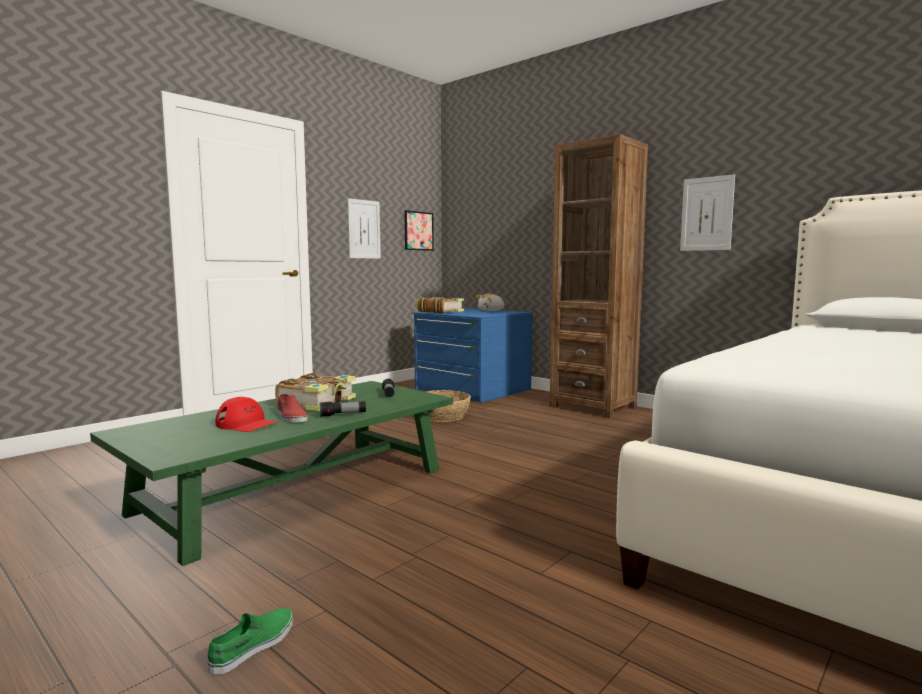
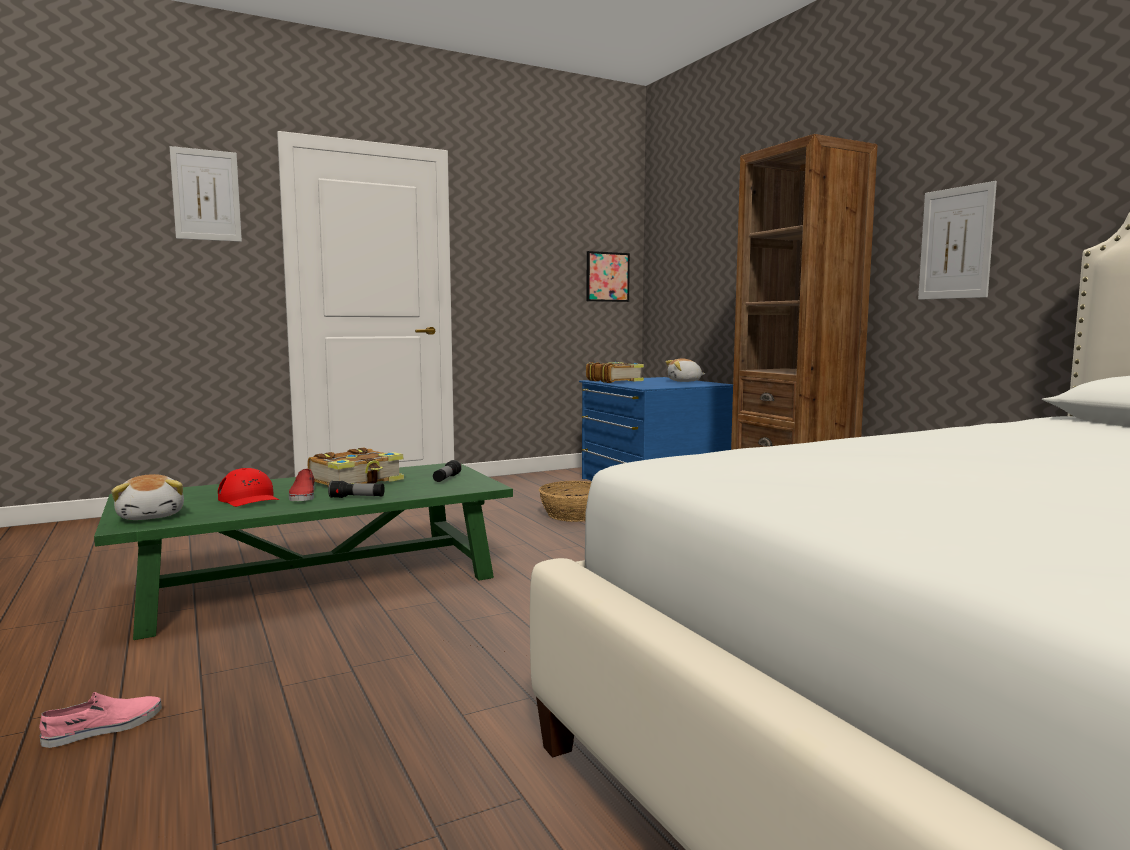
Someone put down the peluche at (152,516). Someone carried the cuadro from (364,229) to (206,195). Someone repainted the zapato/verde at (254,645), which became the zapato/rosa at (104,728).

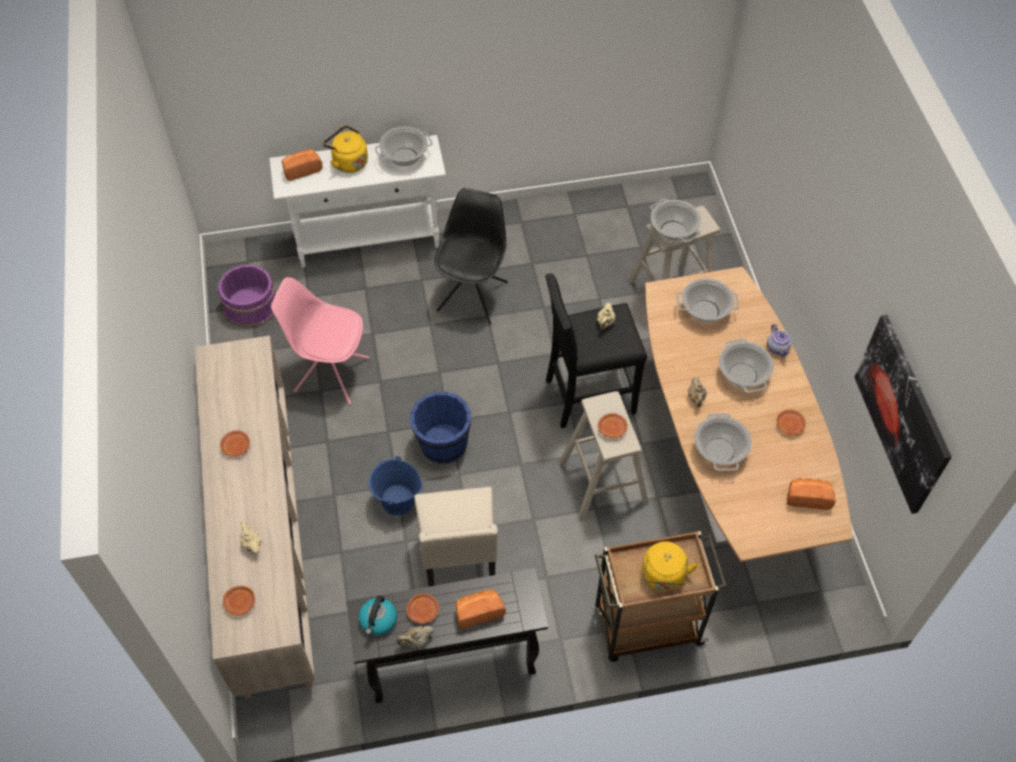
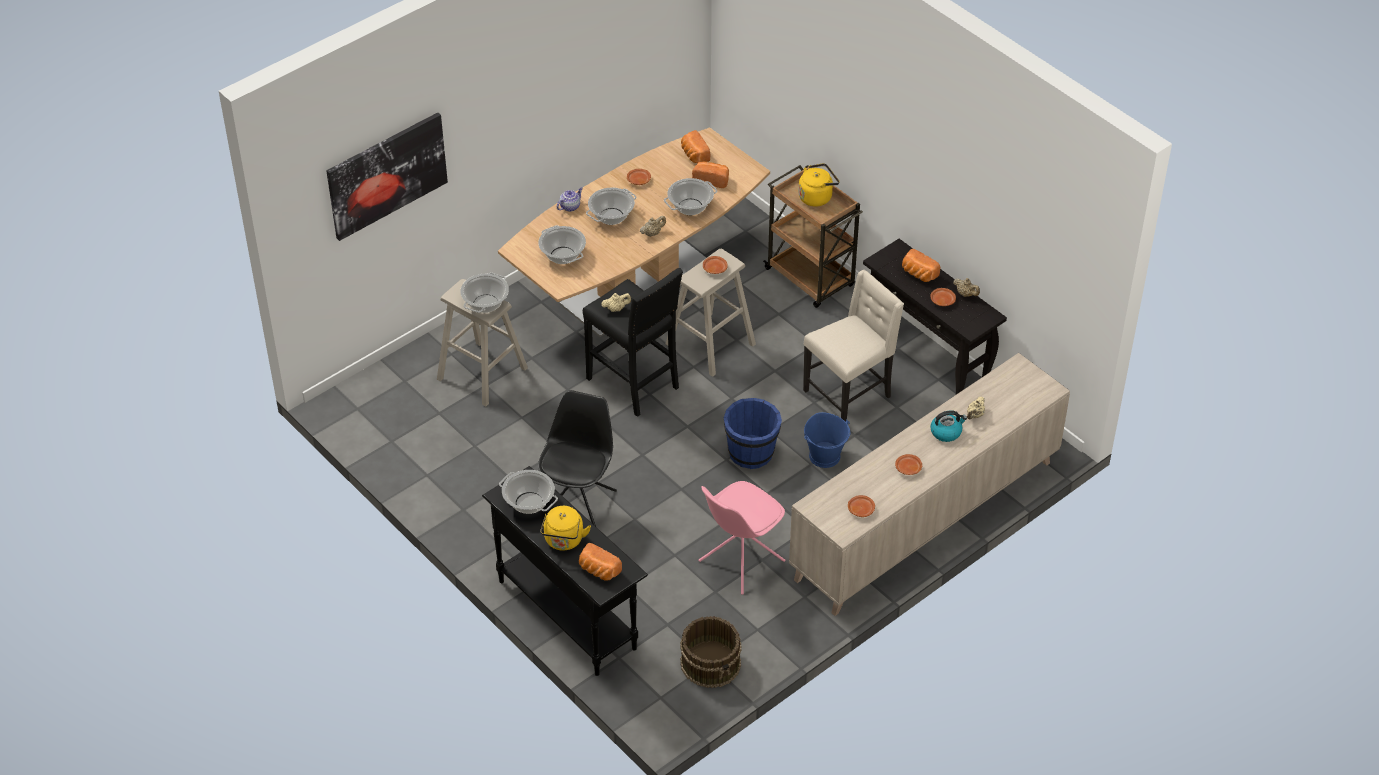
Someone put down the pan at (712,180). Someone carried the plato/marrón from (240,603) to (861,509). Someone carried the hervidor from (378,620) to (946,432). Someone carried the cuadro from (902,413) to (387,175). Someone repainted the cubo/morado at (251,306), which became the cubo/marrón at (711,663). Someone repainted the mesa consola/blanco at (368,241), which became the mesa consola/negro at (567,614). Someone rotated the silla/rosa at (330,374) by 60 degrees clockwise. Someone rotated the silla/negro at (473,295) by 120 degrees clockwise.

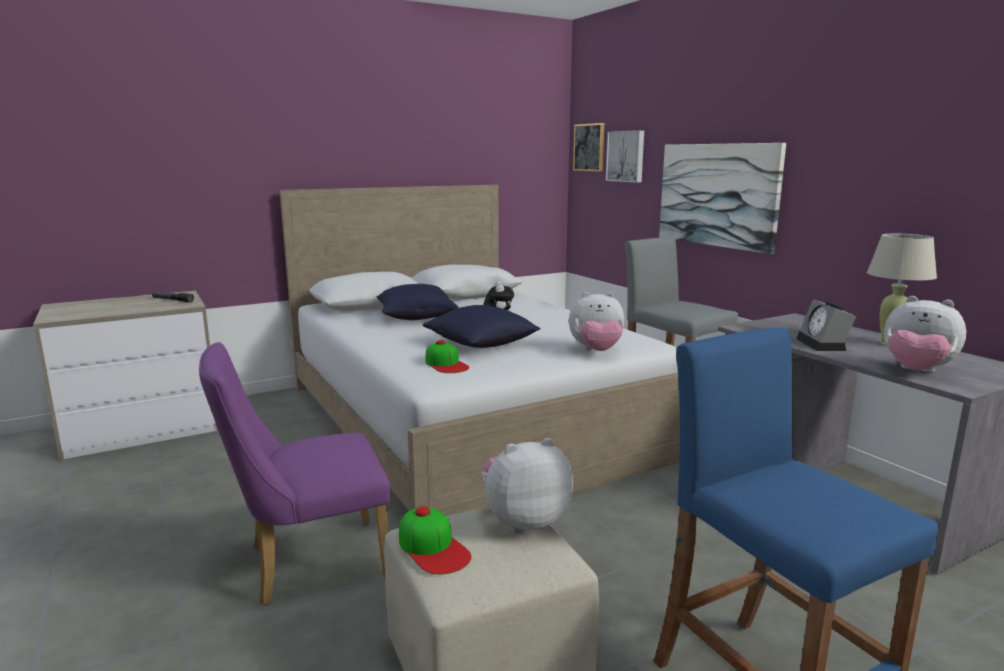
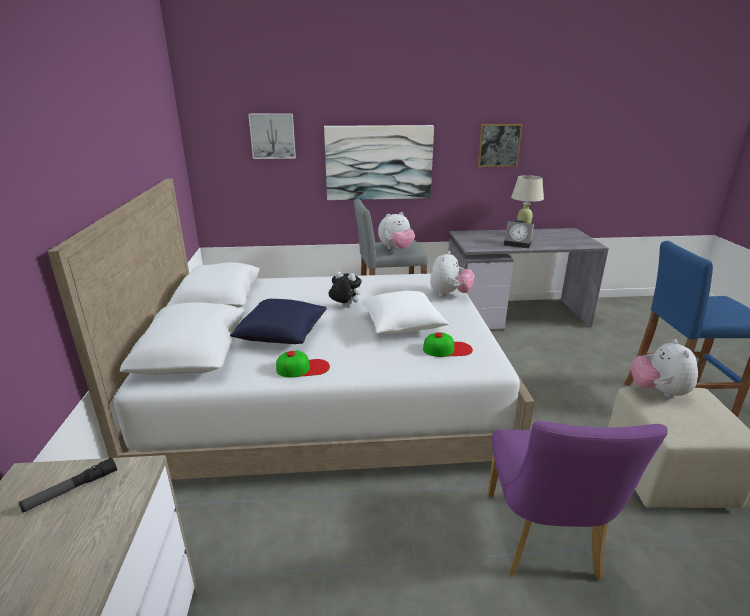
Someone carried the gorra from (433,548) to (303,368). Someone carried the cuadro from (589,147) to (499,145). Someone carried the peluche from (916,371) to (396,249). Someone repainted the cojín/azul at (481,345), which became the cojín/blanco at (403,326).

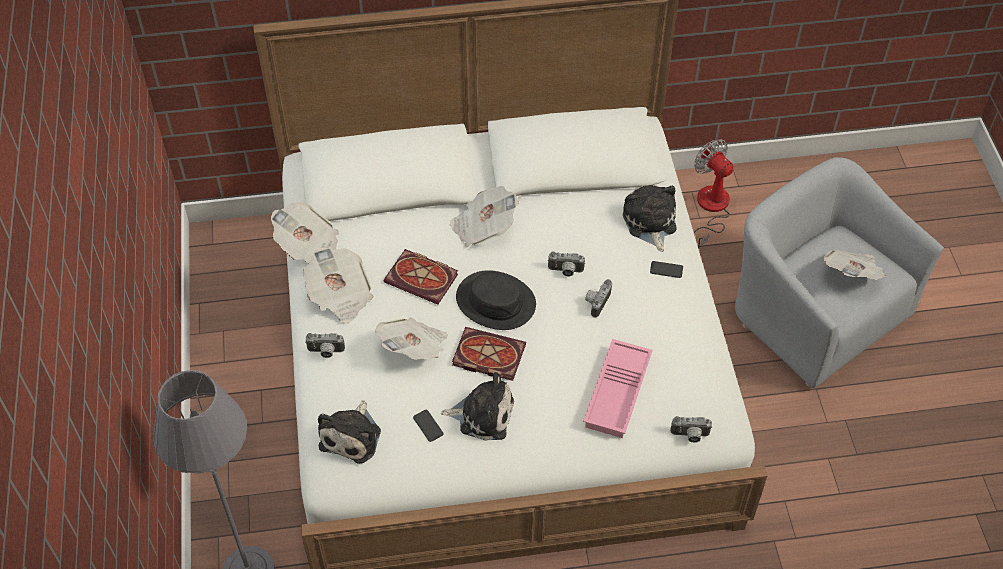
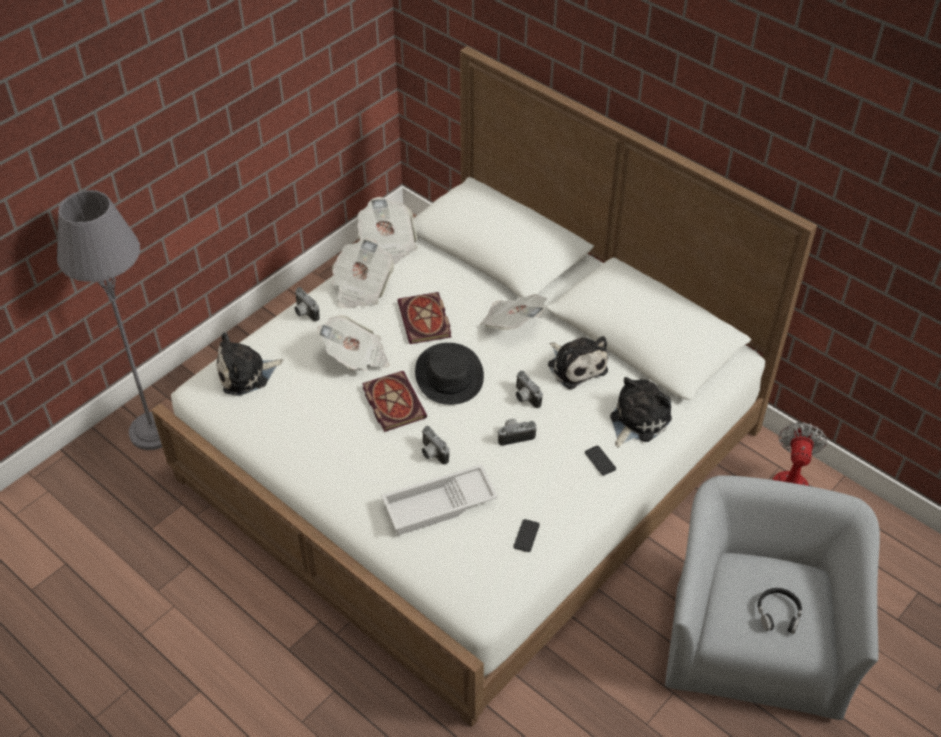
Someone carried the móvil from (428,426) to (526,536). Someone carried the peluche from (483,414) to (575,366). Someone carried the cámara from (690,436) to (431,454). Someone swapped the periódico at (852,274) for the auriculares/negro at (778,614). Someone repainted the bandeja/rosa at (618,393), which became the bandeja/blanco at (439,506).

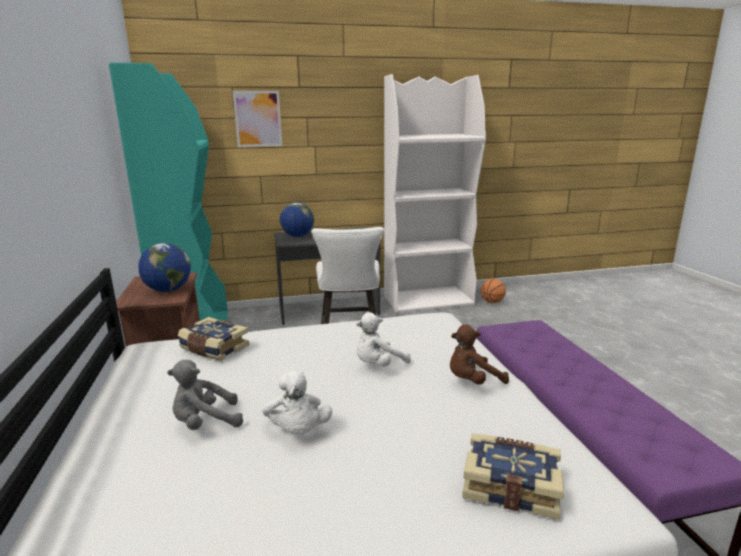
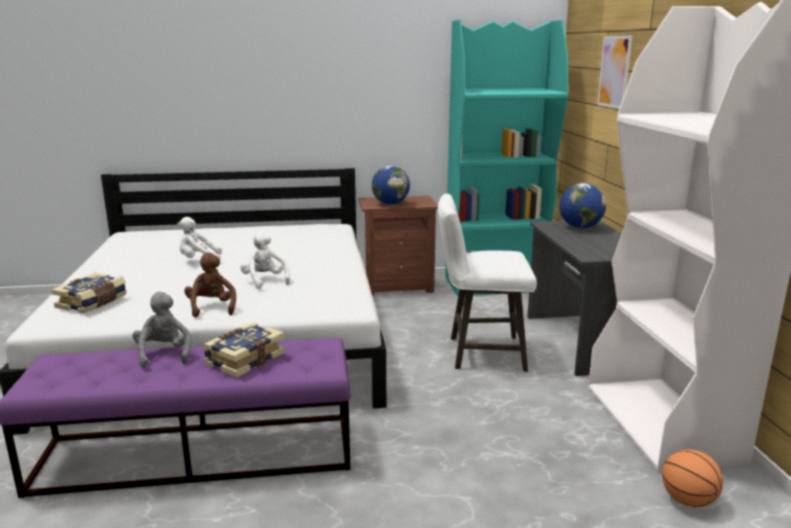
Someone carried the peluche/gris from (205,423) to (164,354). Someone carried the libro from (213,349) to (244,359).

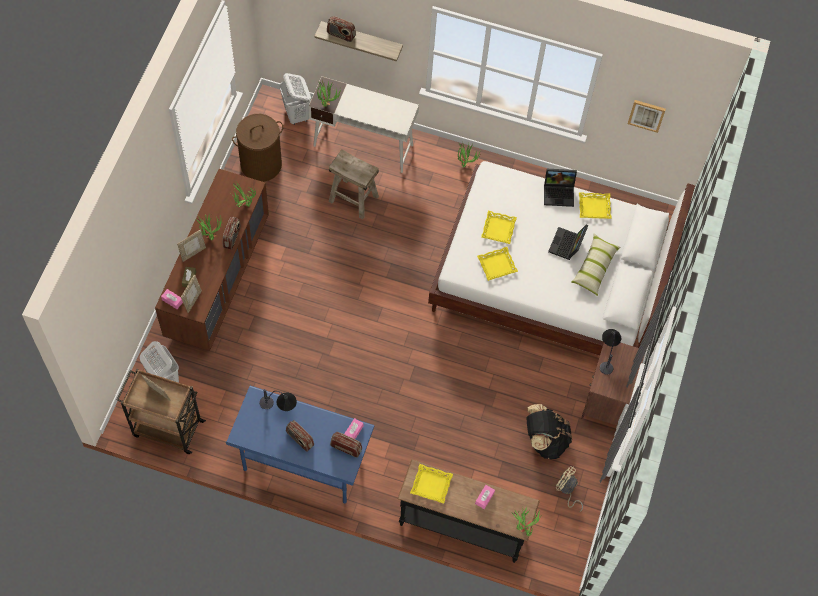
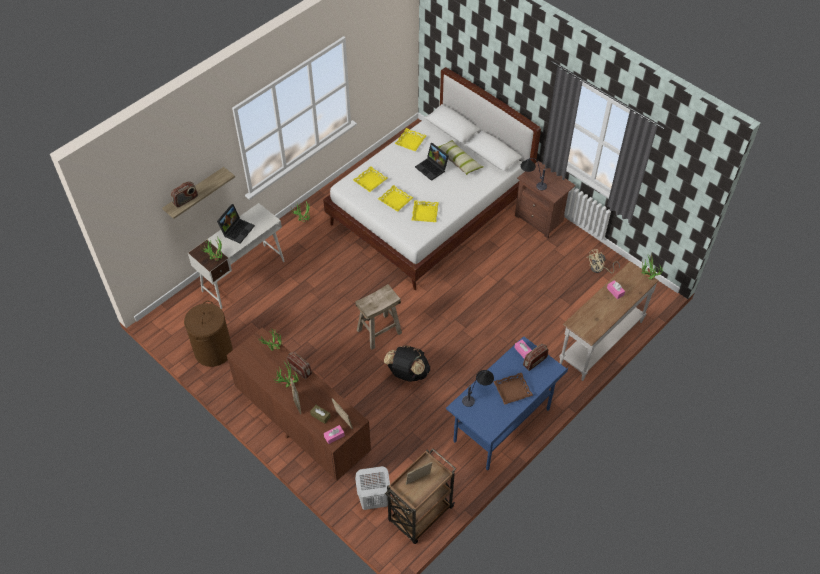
Someone took away the cesto de la ropa/blanco at (297,115). Someone took away the cuadro at (646,115). Someone carried the taburete/beis from (353,199) to (379,332). Someone carried the bandeja/amarillo from (431,485) to (370,181). Someone carried the mochila/negro from (544,440) to (407,373). Someone carried the portátil from (559,193) to (237,229). Someone swapped the radio at (300,439) for the bandeja/marrón at (512,390). Someone repainted the mesa consola/negro at (462,526), which became the mesa consola/blanco at (600,341).

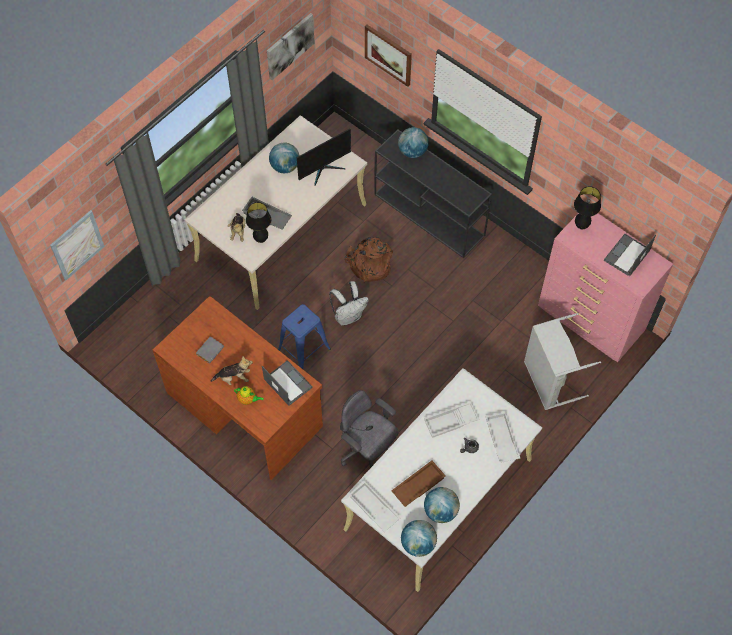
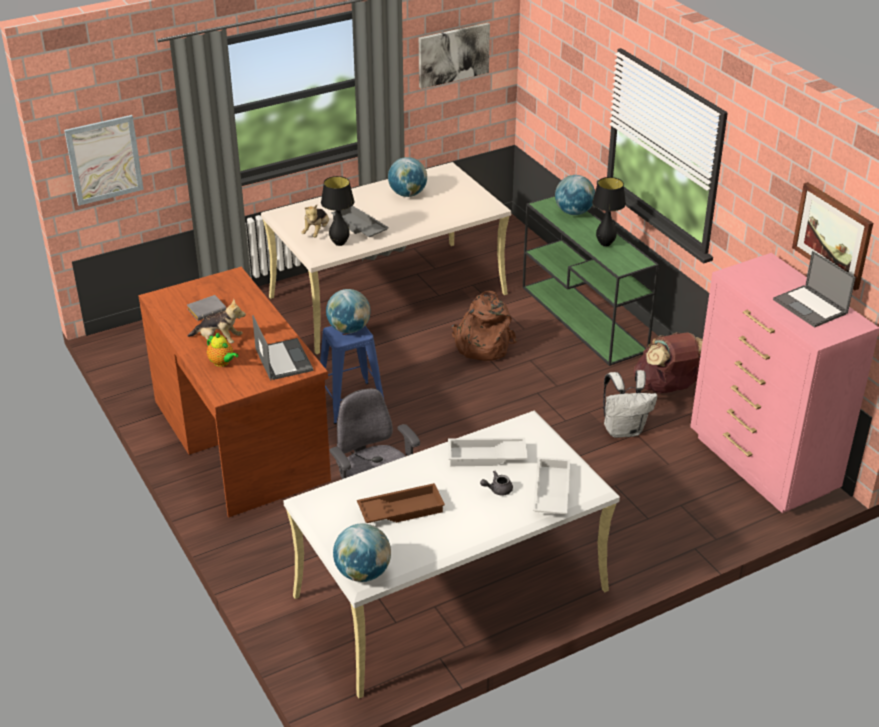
Someone took away the monitor at (324,169). Someone took away the bandeja/blanco at (373,508). Someone took away the cesto de la ropa/gris at (548,381). Someone put down the mochila/marrón at (667,388). Someone carried the mochila/blanco from (348,316) to (624,430). Someone carried the cuadro from (388,54) to (833,235). Someone carried the globo terráqueo from (440,511) to (349,329). Someone carried the lámpara de mesa/negro from (581,226) to (605,244). Someone repainted the mesa consola/negro at (430,215), which became the mesa consola/verde at (584,319). Someone rotated the portátil at (626,256) by 90 degrees counterclockwise.

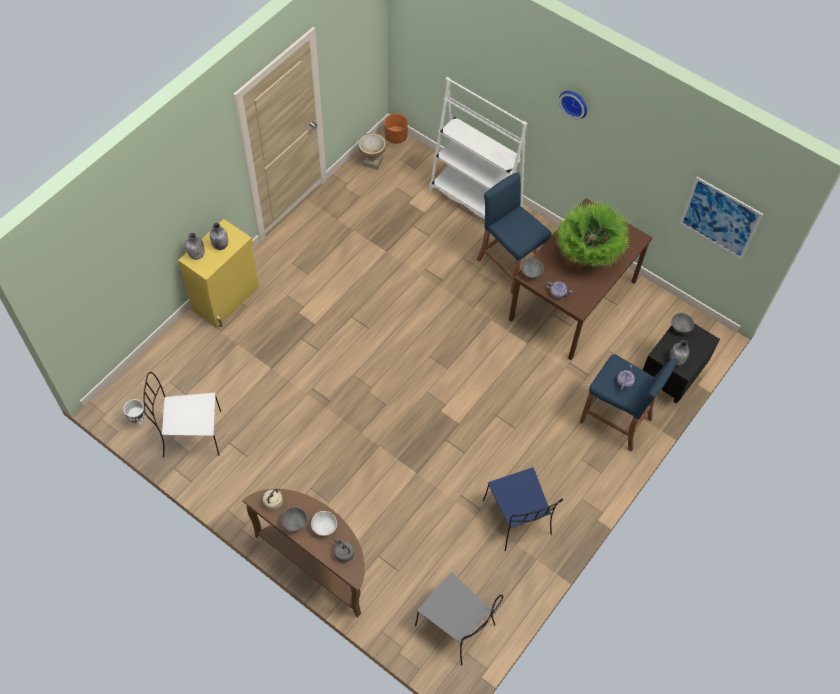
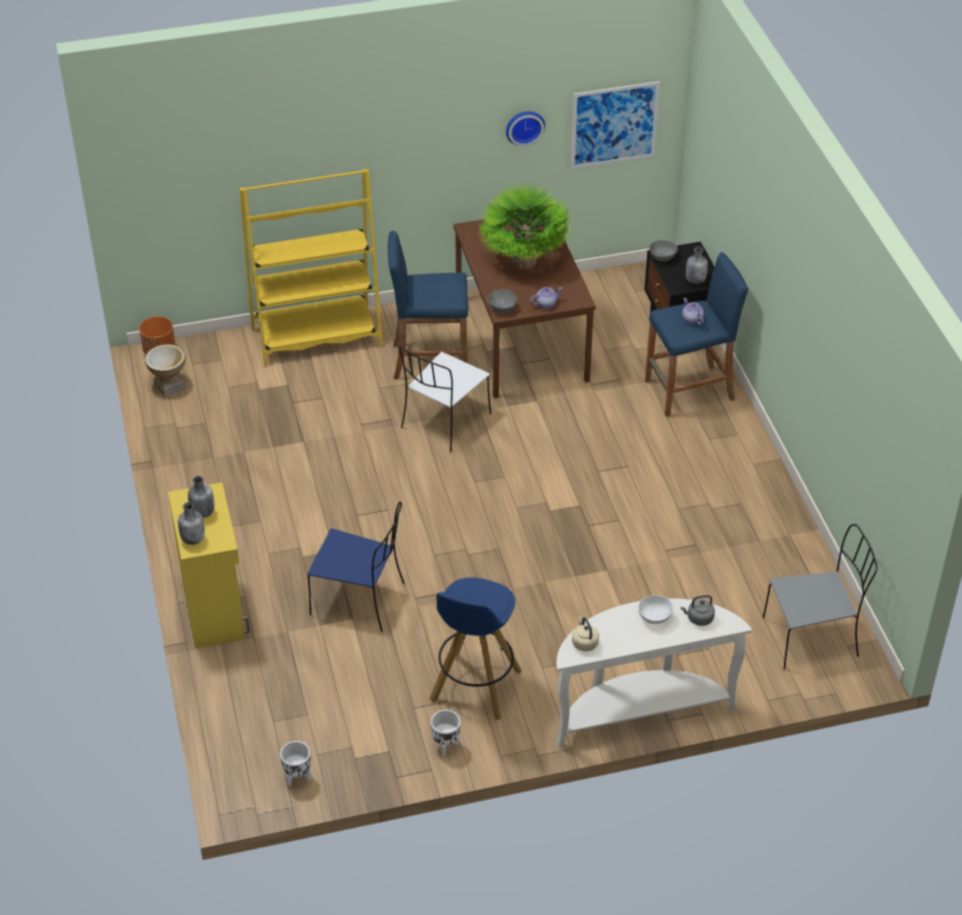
Someone took away the cuenco/gris at (295,524). Someone put down the taburete/azul at (475,687). Someone put down the maceta/blanco at (445,746). Someone carried the silla/blanco from (190,434) to (444,422). Someone carried the silla/azul from (518,519) to (360,599). Someone carried the reloj de pared from (574,103) to (524,126). Someone repainted the mesa consola/marrón at (317,562), which became the mesa consola/blanco at (639,710). Someone repainted the estantería/blanco at (475,199), which became the estantería/amarillo at (317,338).

